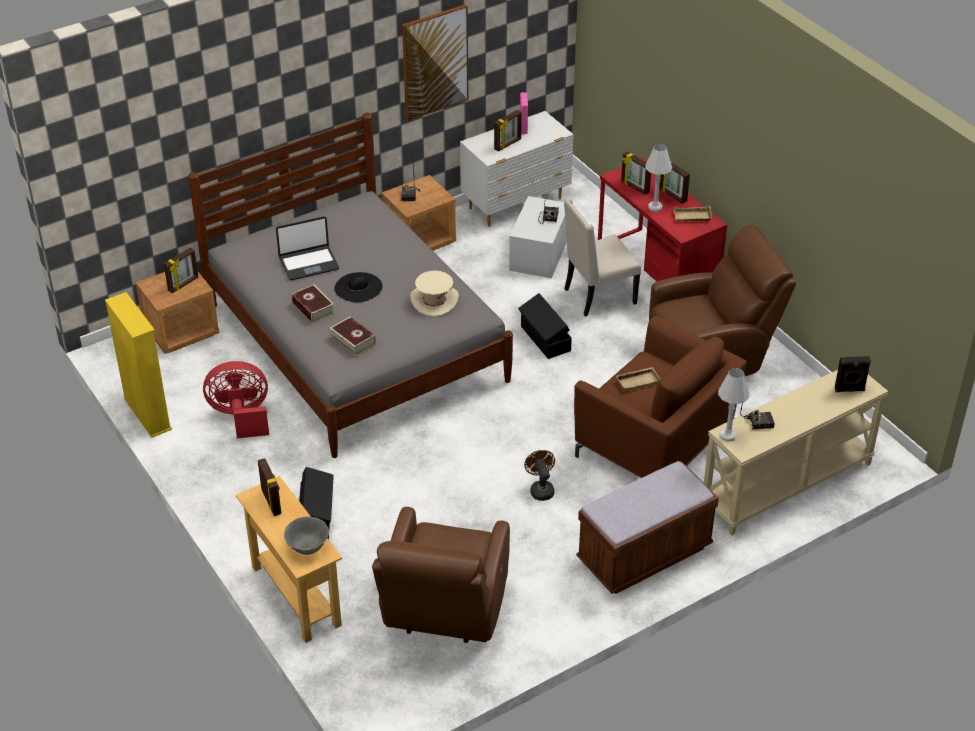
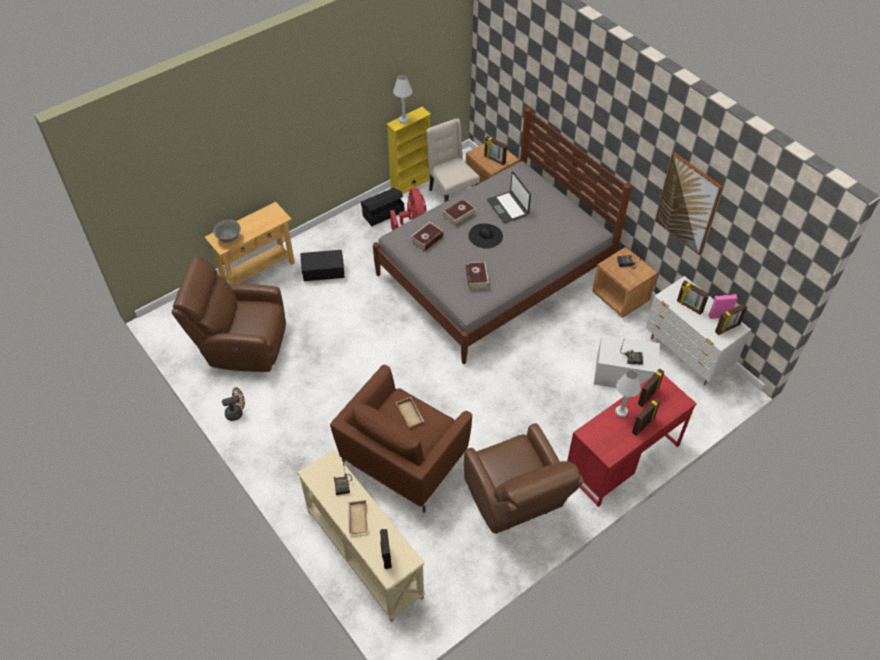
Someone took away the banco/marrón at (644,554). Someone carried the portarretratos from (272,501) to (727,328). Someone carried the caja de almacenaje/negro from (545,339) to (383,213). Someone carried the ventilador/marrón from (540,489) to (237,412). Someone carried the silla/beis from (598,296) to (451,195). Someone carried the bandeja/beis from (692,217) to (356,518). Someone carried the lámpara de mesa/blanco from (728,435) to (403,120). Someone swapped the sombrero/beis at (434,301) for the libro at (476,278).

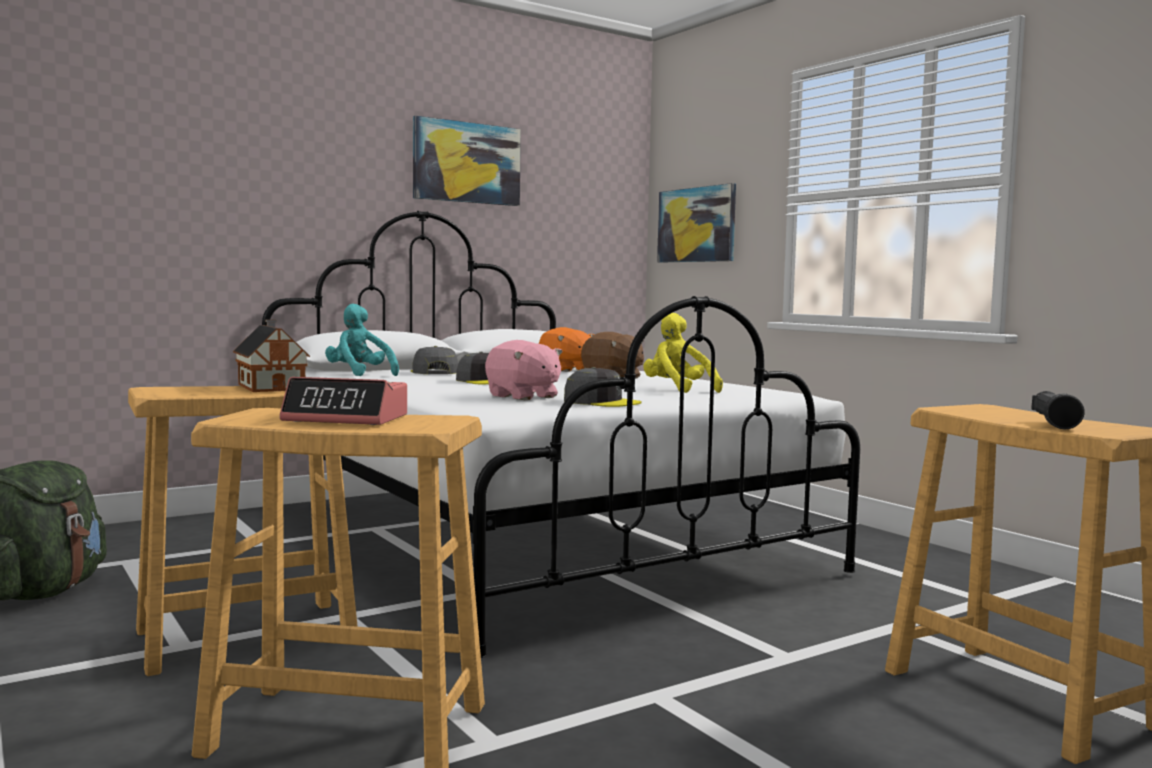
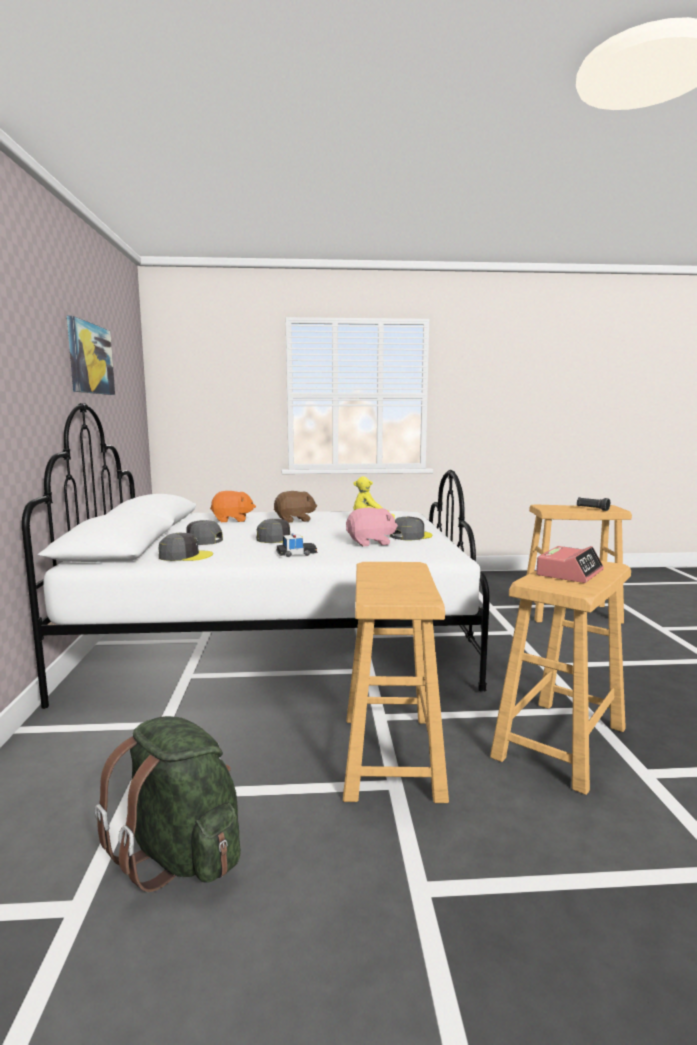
Someone took away the casita at (271,386). Someone took away the cuadro at (696,225). Someone put down the coche de juguete at (296,553). Someone swapped the peluche/turquesa at (359,374) for the gorra/gris at (185,556).

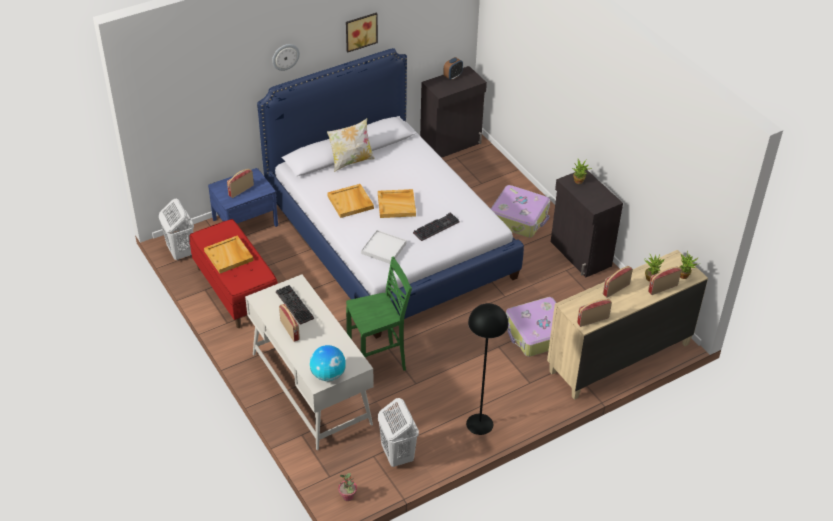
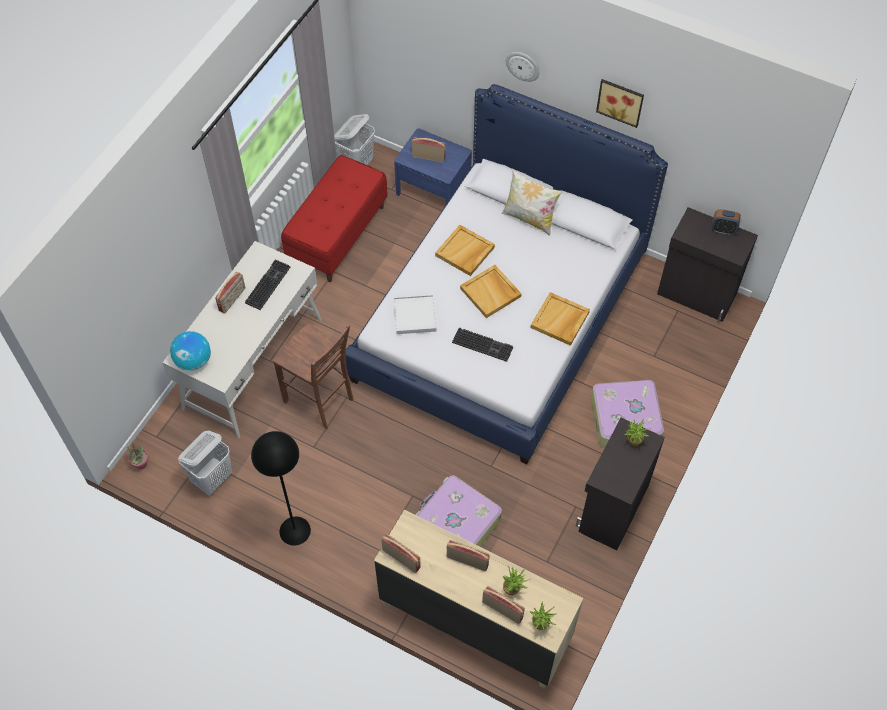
Someone carried the bandeja/beis from (229,256) to (560,320). Someone repainted the taburete/verde at (378,363), which became the taburete/marrón at (320,401).

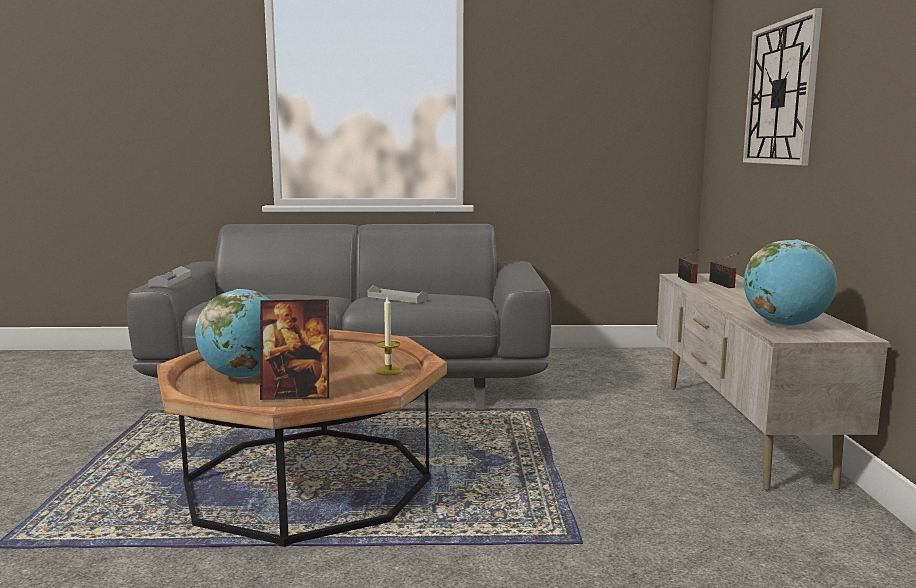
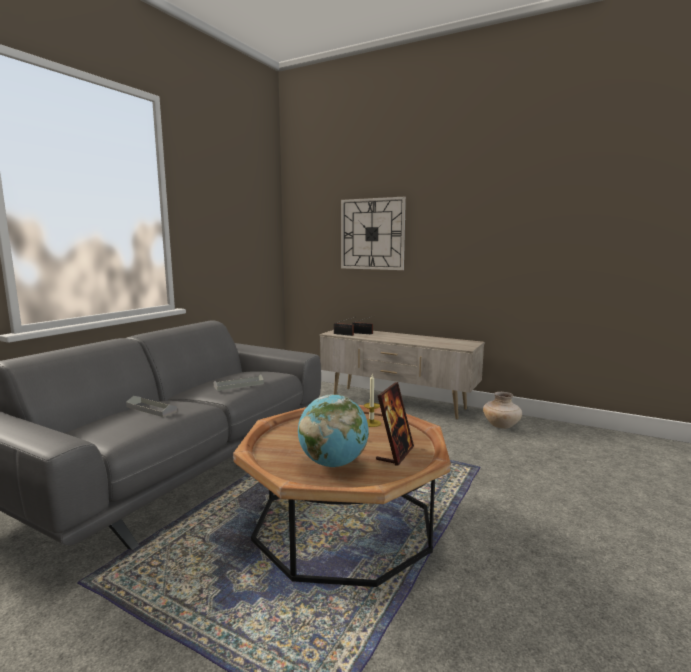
Someone took away the globo terráqueo at (785,325). Someone put down the florero/beis at (501,426). Someone carried the bandeja/gris from (170,281) to (151,409).

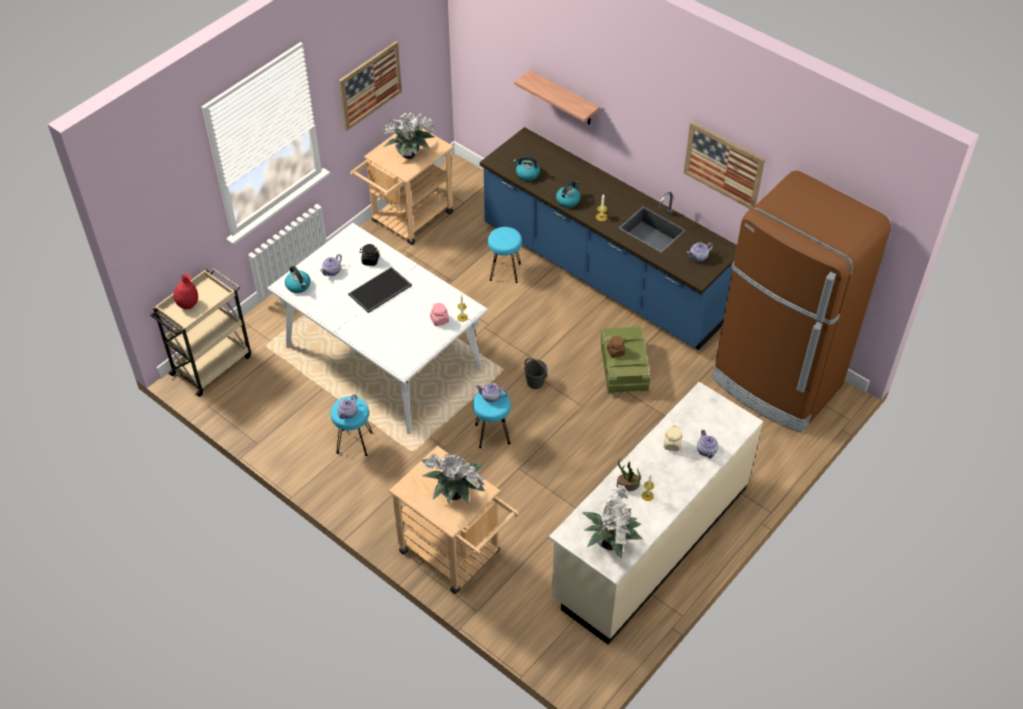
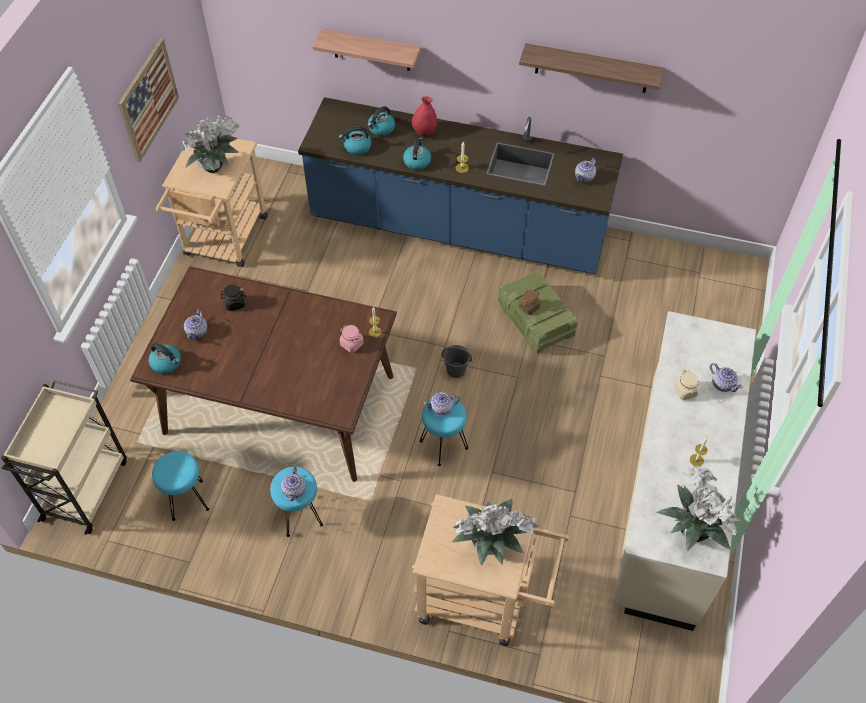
Someone took away the bandeja at (380,291). Someone took away the planta en maceta at (627,485). Someone took away the nevera/marrón at (776,384). Someone put down the hervidor at (381,129). Someone carried the florero/rojo from (188,304) to (424,132). Someone carried the taburete/turquesa from (504,271) to (187,500). Someone swapped the cuadro at (723,165) for the estante at (591,68). Someone repainted the mesa de comedor/blanco at (384,357), which became the mesa de comedor/marrón at (281,404).

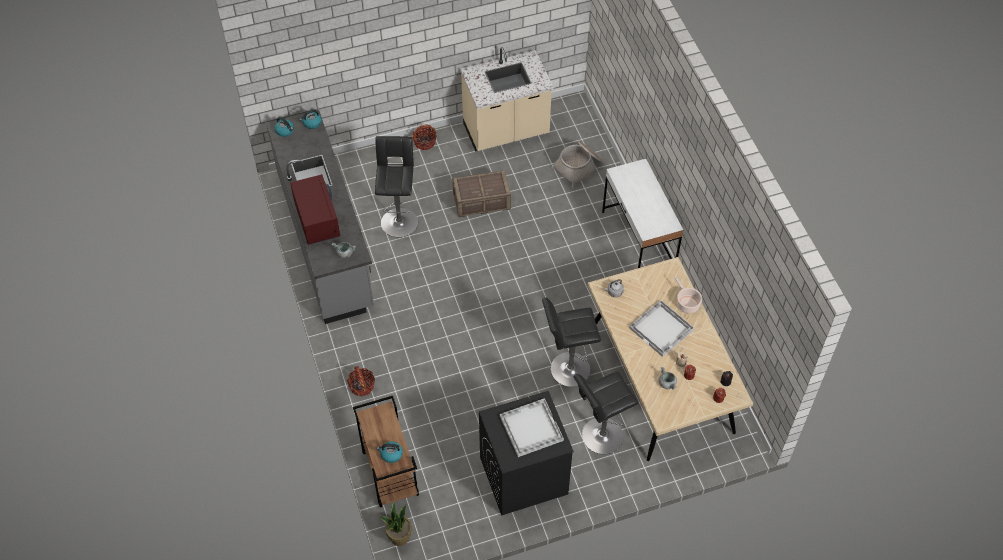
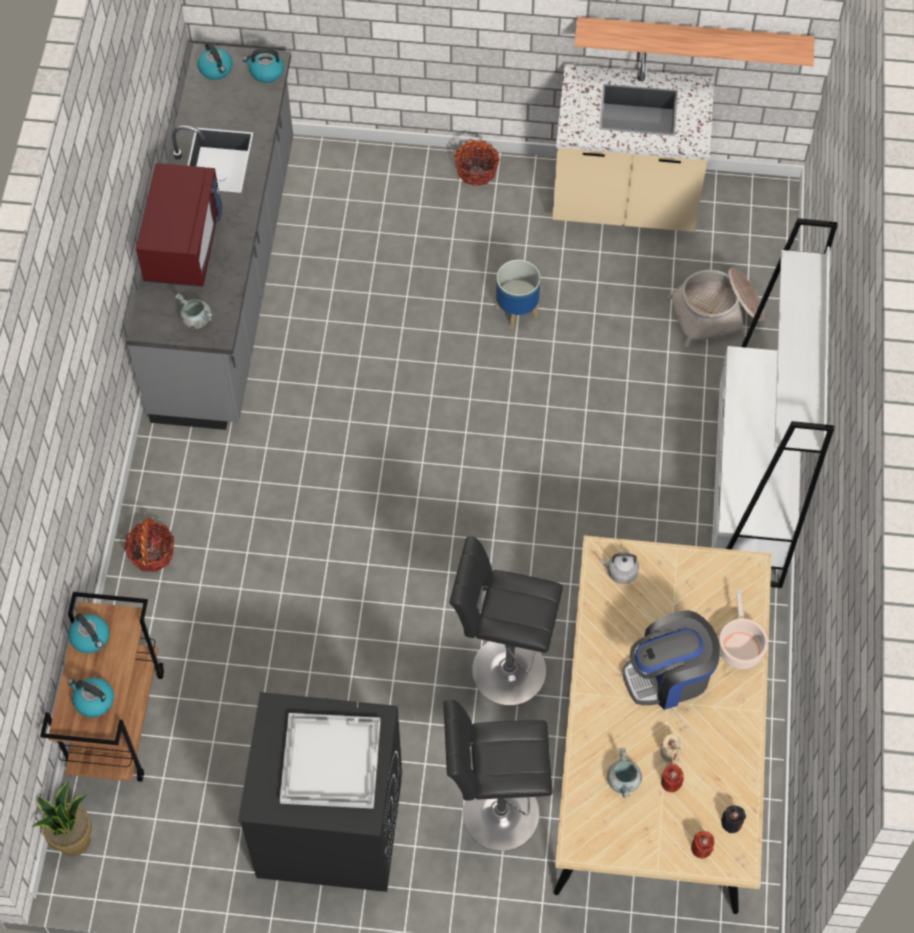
Someone took away the taburete/negro at (399,220). Someone put down the hervidor at (91,638). Someone put up the estante at (693,40). Someone swapped the caja de embalaje at (482,201) for the maceta at (517,311). Someone swapped the escritorio/blanco at (638,241) for the estantería/blanco at (749,489). Someone swapped the bandeja/blanco at (662,329) for the cafetera at (669,676).

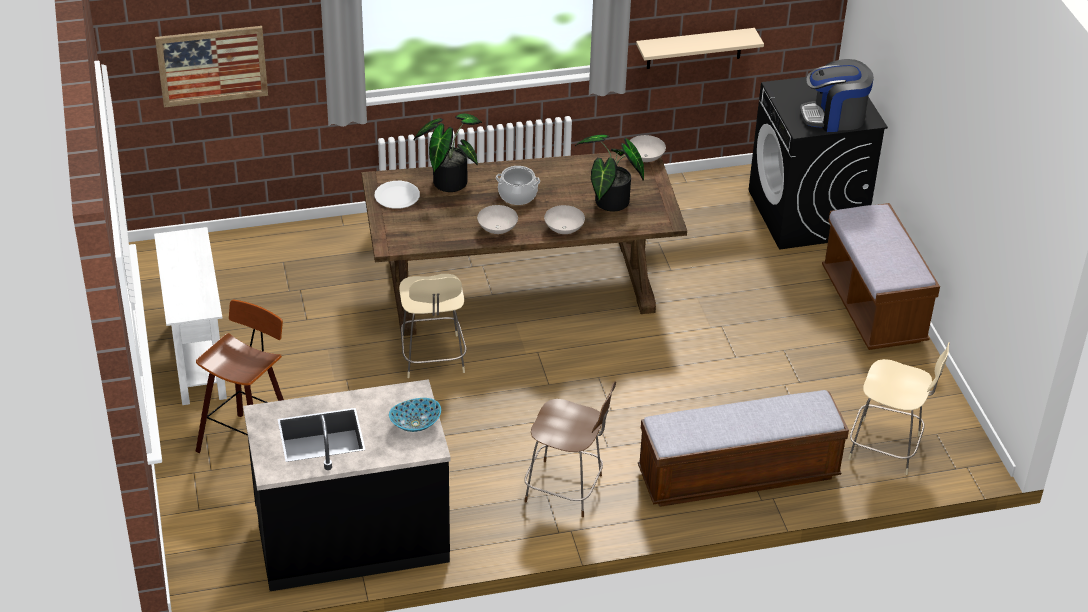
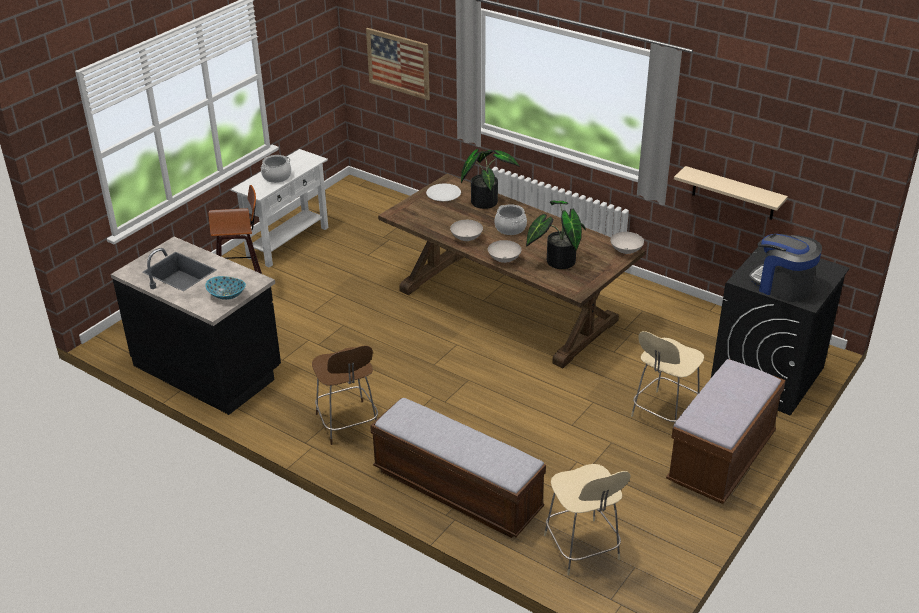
Someone put down the olla at (277,176). Someone carried the silla/beis from (433,358) to (663,415).

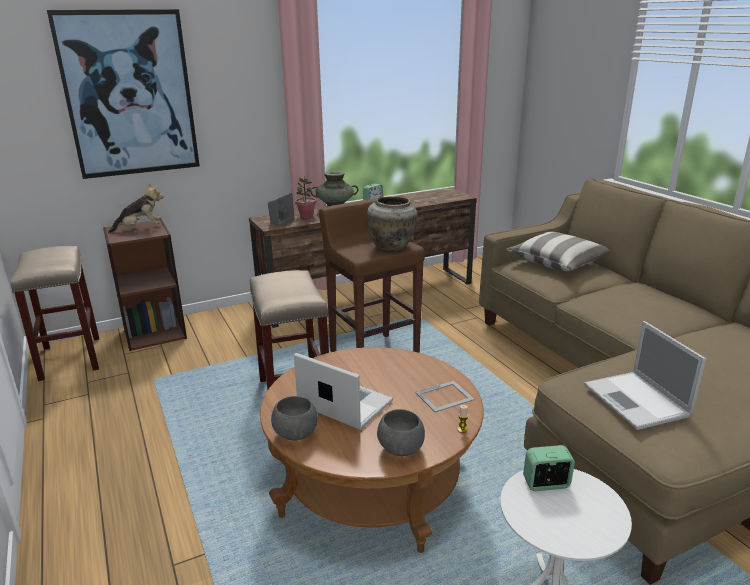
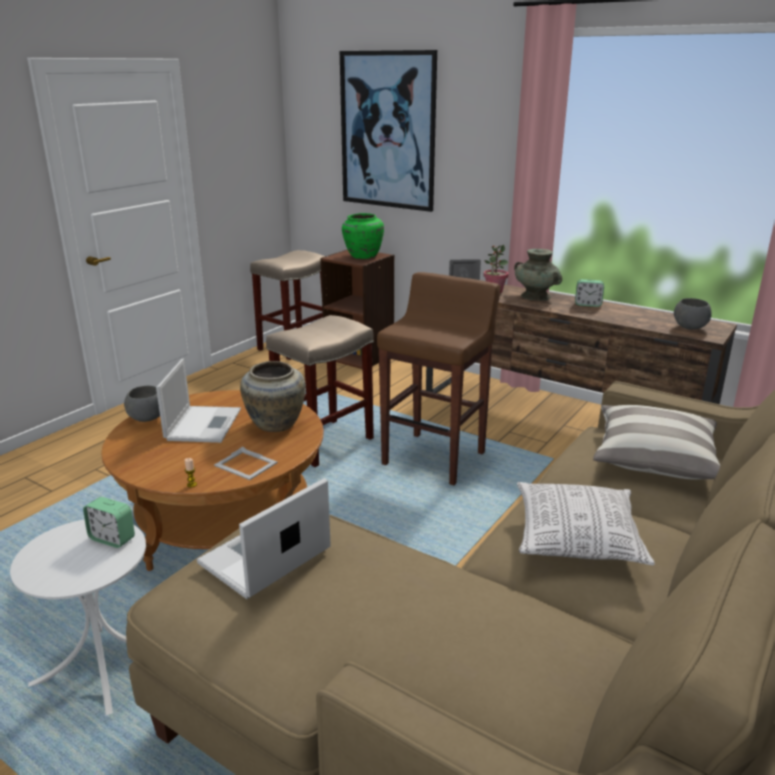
Someone put down the cojín at (576,538). Someone carried the florero/beis from (392,246) to (275,425). Someone carried the cuenco/gris from (400,449) to (689,328). Someone swapped the peluche at (140,229) for the florero/verde at (362,256). Someone rotated the despertador at (546,484) by 150 degrees clockwise.

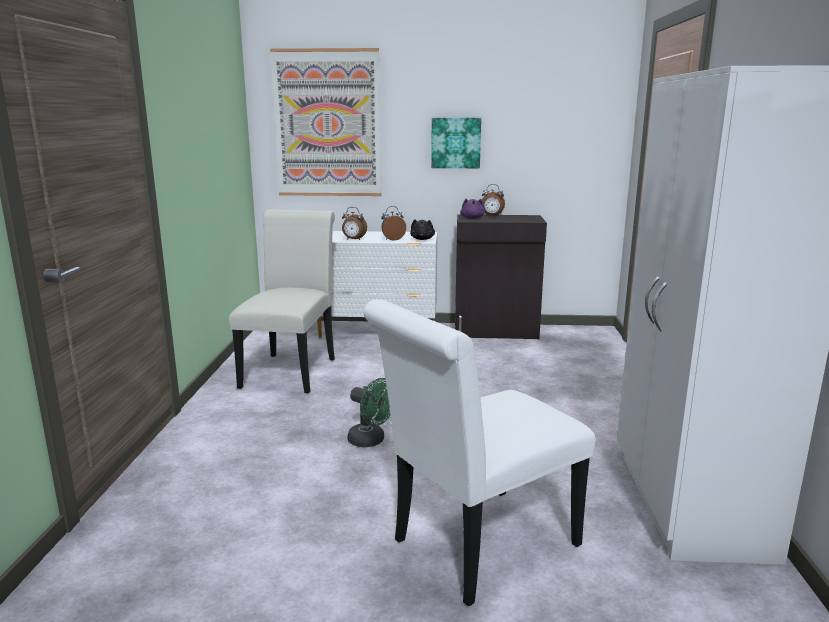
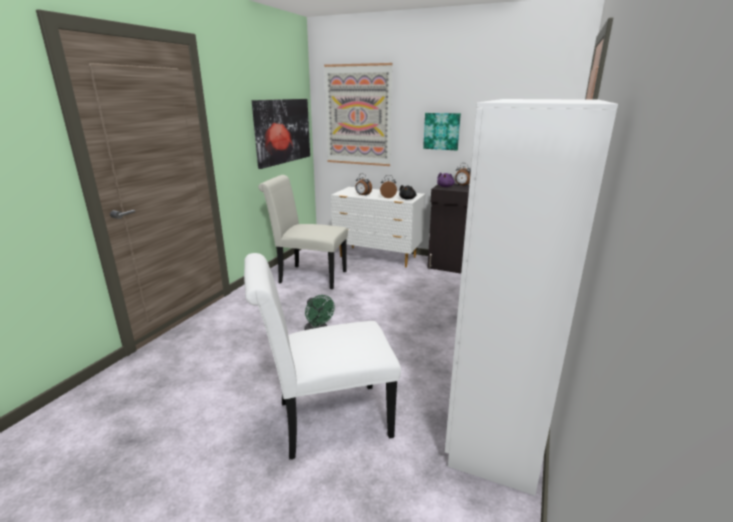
Someone put up the cuadro at (282,131). Someone rotated the silla/blanco at (291,370) by 105 degrees counterclockwise.

